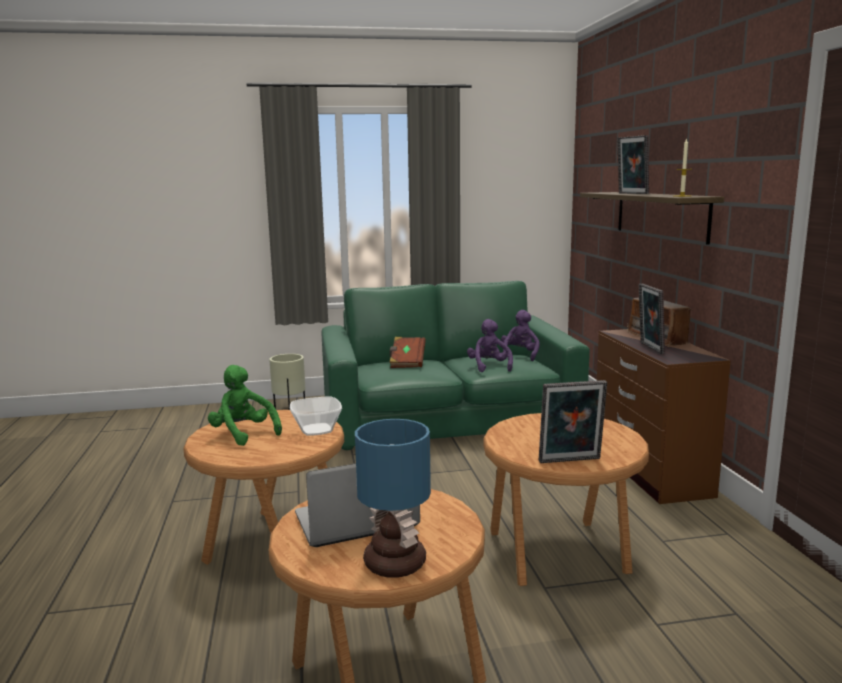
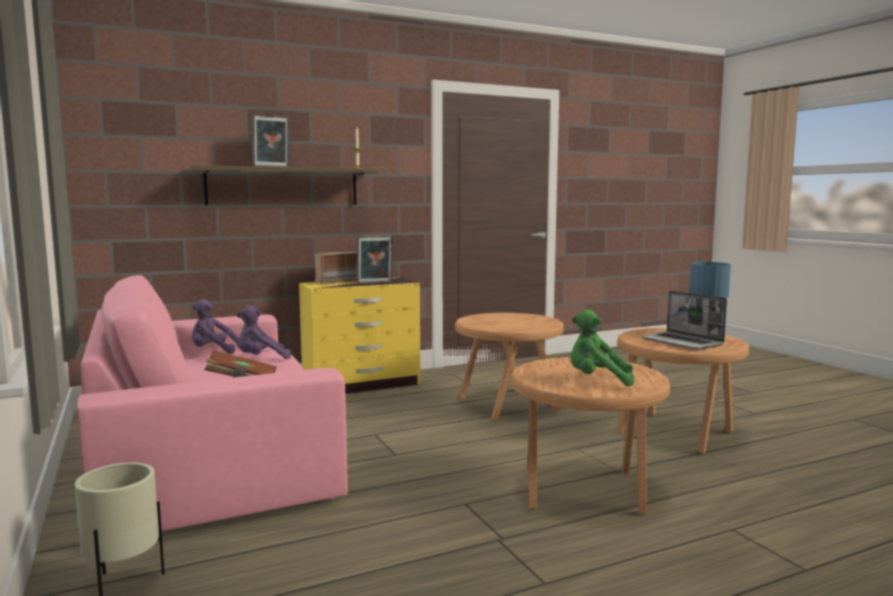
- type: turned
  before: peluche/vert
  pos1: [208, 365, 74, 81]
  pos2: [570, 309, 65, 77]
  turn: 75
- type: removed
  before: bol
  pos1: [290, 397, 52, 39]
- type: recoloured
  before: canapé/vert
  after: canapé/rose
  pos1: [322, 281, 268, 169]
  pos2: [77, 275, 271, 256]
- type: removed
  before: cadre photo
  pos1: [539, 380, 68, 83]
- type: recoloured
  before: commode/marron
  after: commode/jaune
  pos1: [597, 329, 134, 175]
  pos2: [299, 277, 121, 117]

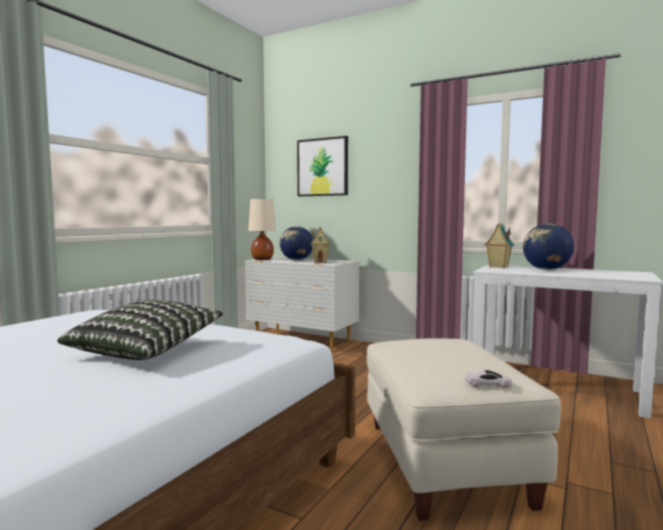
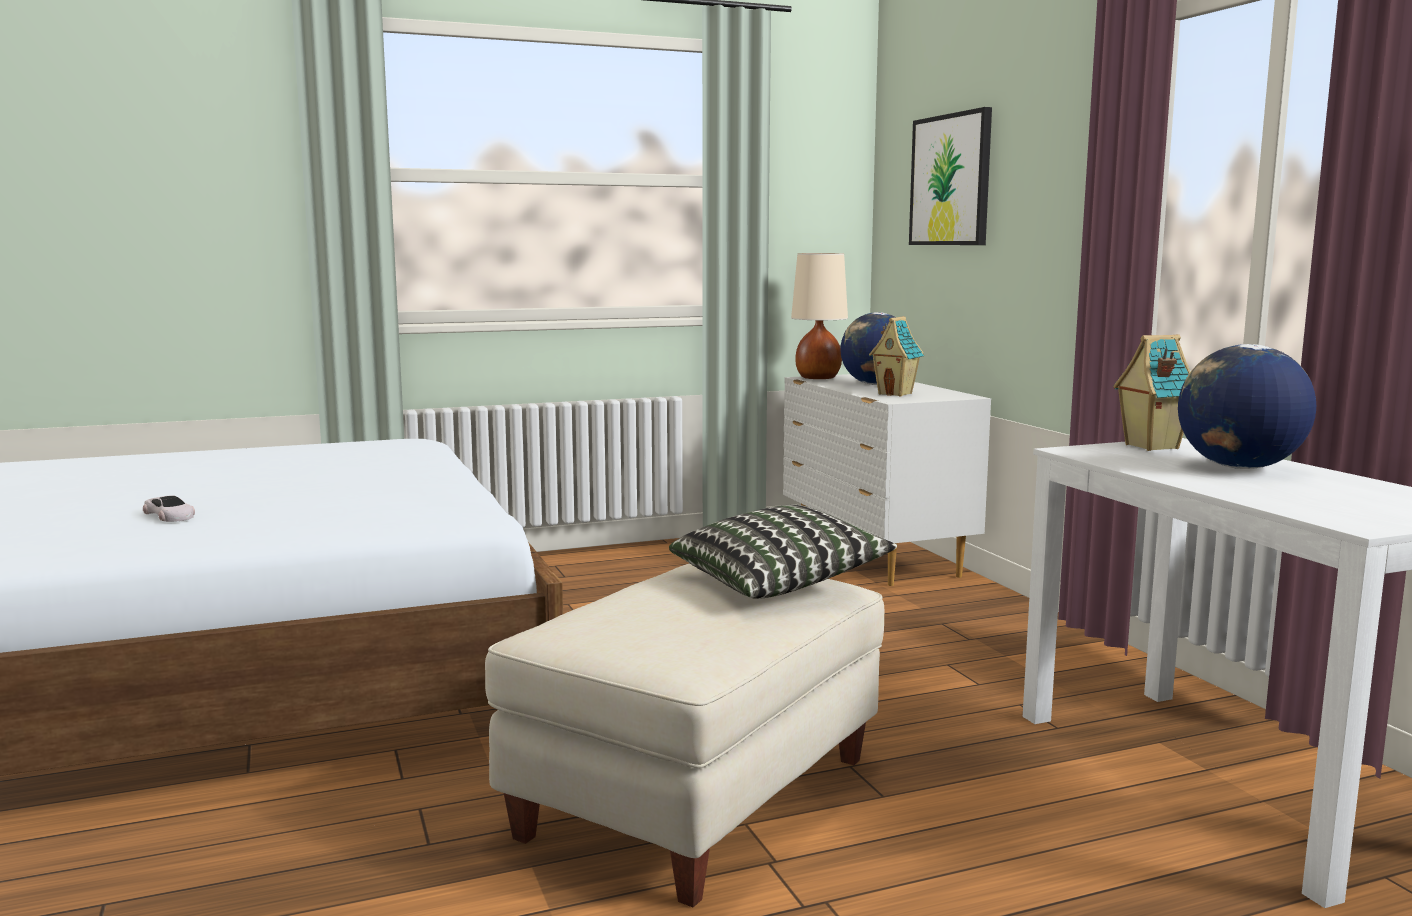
- type: moved
  before: coussin
  pos1: [57, 300, 166, 60]
  pos2: [669, 505, 228, 94]
- type: moved
  before: petite voiture/blanc
  pos1: [465, 370, 48, 18]
  pos2: [143, 495, 52, 27]

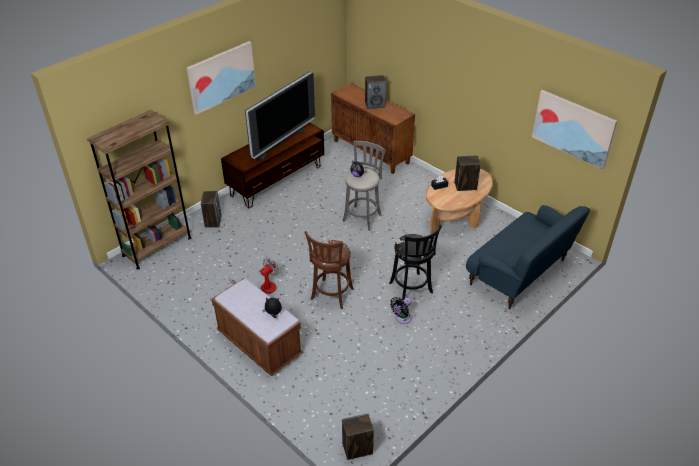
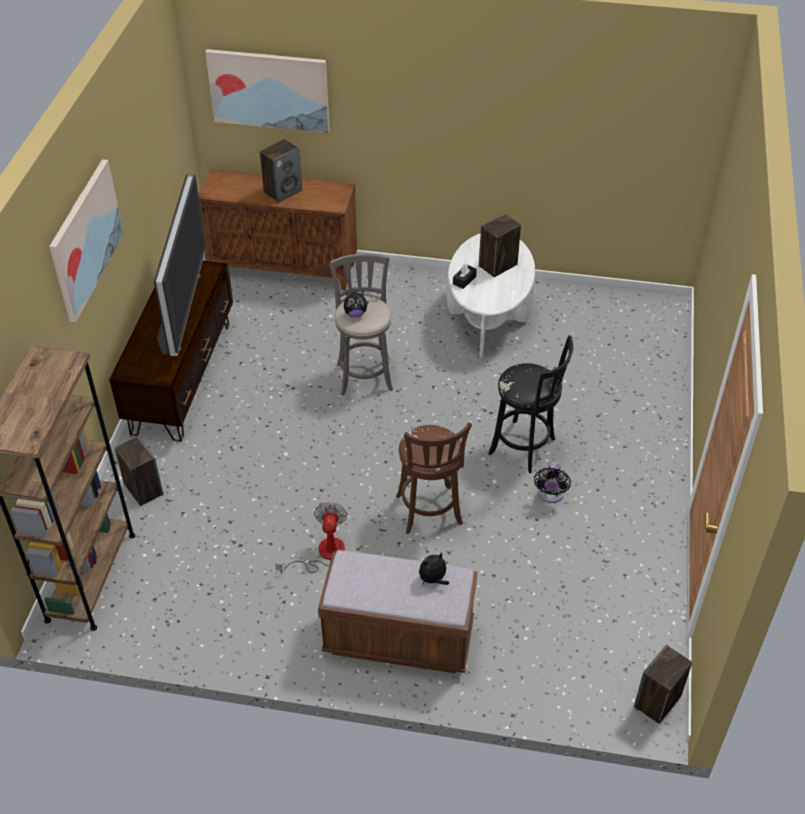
- type: recoloured
  before: table basse/marron
  after: table basse/blanc
  pos1: [426, 169, 67, 65]
  pos2: [447, 234, 88, 124]
- type: removed
  before: canapé/bleu
  pos1: [466, 205, 124, 104]
- type: moved
  before: tableau
  pos1: [532, 90, 85, 80]
  pos2: [205, 49, 125, 84]

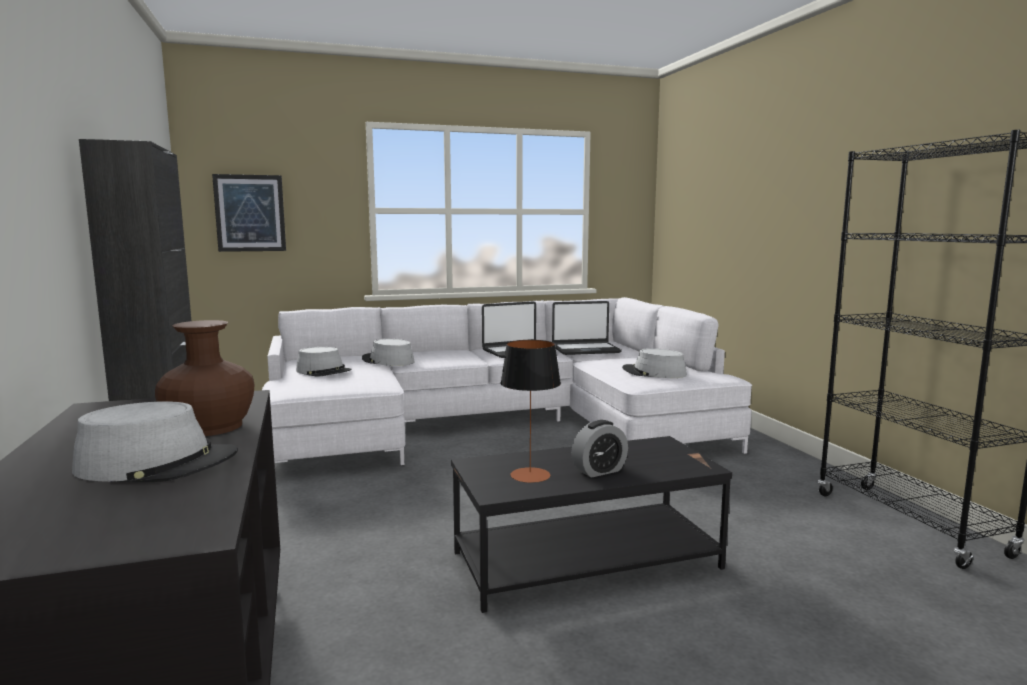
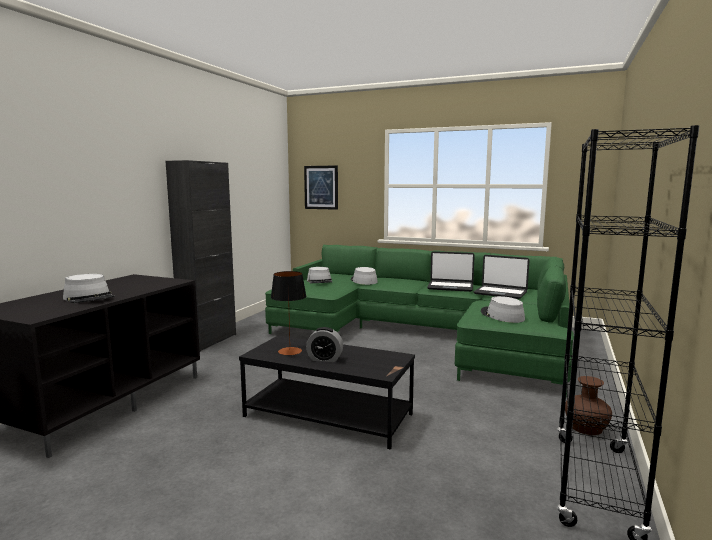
- type: moved
  before: vase/marron
  pos1: [155, 320, 100, 116]
  pos2: [565, 376, 47, 59]
- type: recoloured
  before: canapé/blanc
  after: canapé/vert
  pos1: [262, 297, 490, 168]
  pos2: [265, 245, 309, 153]

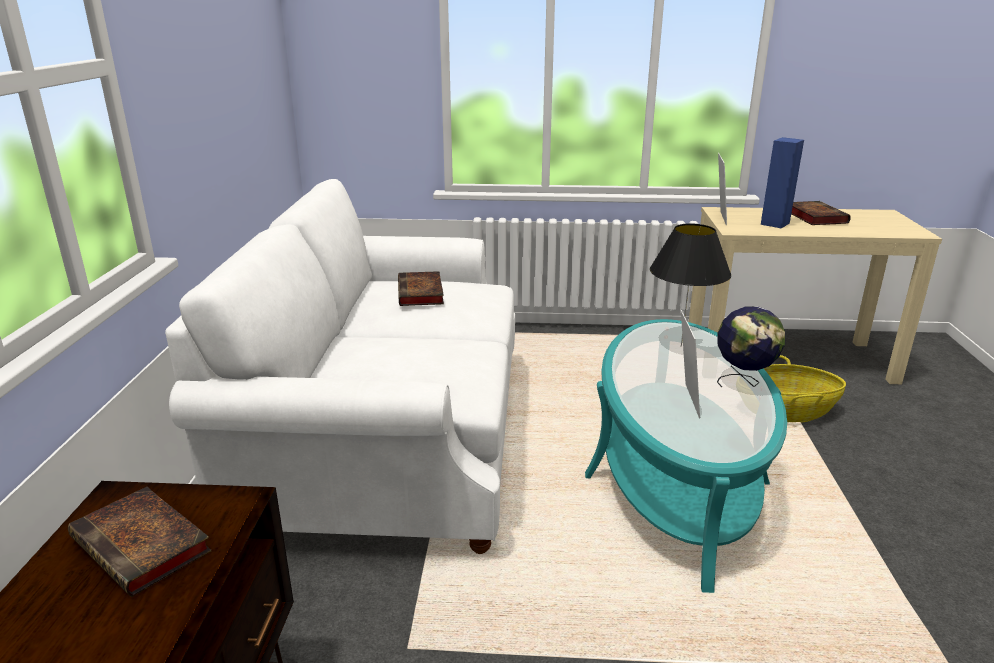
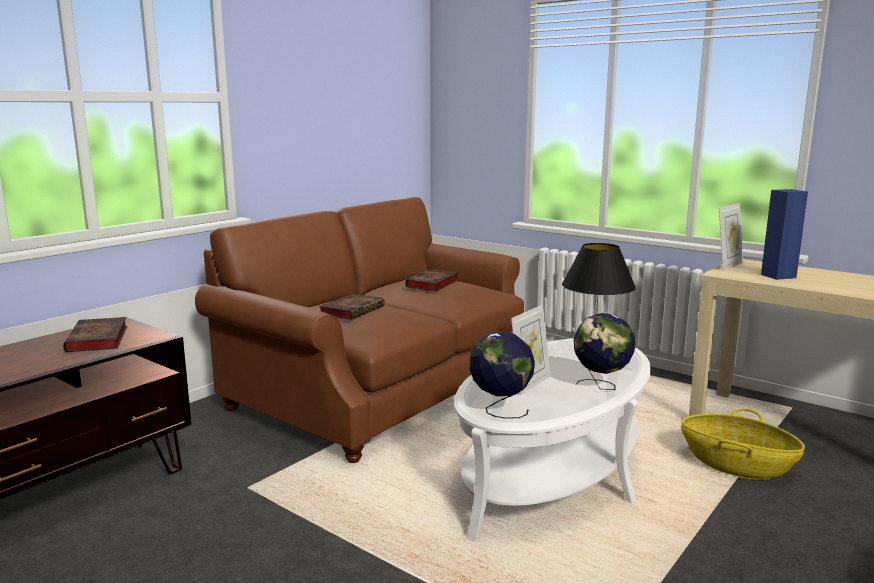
- type: recoloured
  before: canapé/blanc
  after: canapé/marron
  pos1: [165, 179, 350, 375]
  pos2: [195, 197, 329, 266]
- type: recoloured
  before: table basse/turquoise
  after: table basse/blanc
  pos1: [585, 319, 202, 274]
  pos2: [454, 338, 197, 204]
- type: moved
  before: livre
  pos1: [791, 201, 60, 24]
  pos2: [318, 294, 66, 26]
- type: added
  after: globe
  pos2: [470, 331, 65, 88]

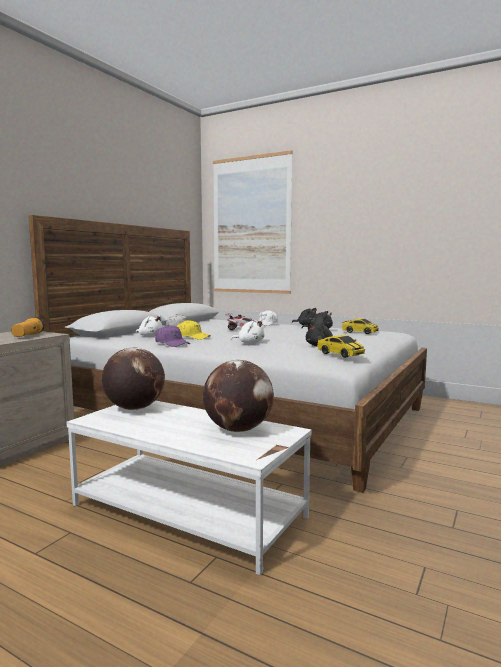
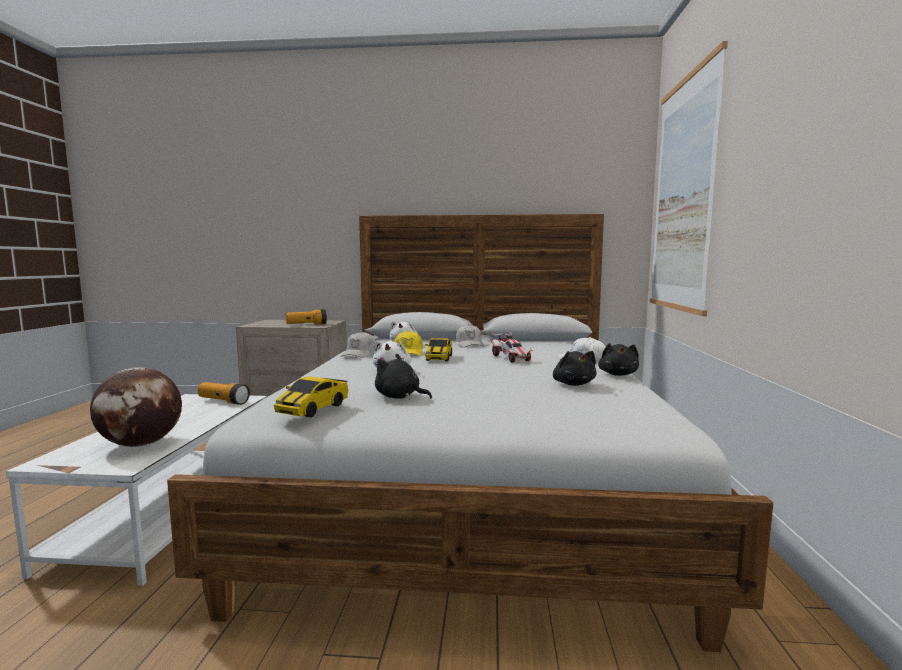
- type: replaced
  before: globe
  after: lampe de poche
  pos1: [102, 347, 63, 63]
  pos2: [198, 382, 52, 23]
- type: recoloured
  before: casquette/violet
  after: casquette/blanc
  pos1: [155, 325, 35, 22]
  pos2: [341, 331, 35, 27]
- type: moved
  before: petite voiture
  pos1: [342, 318, 37, 16]
  pos2: [425, 338, 27, 23]

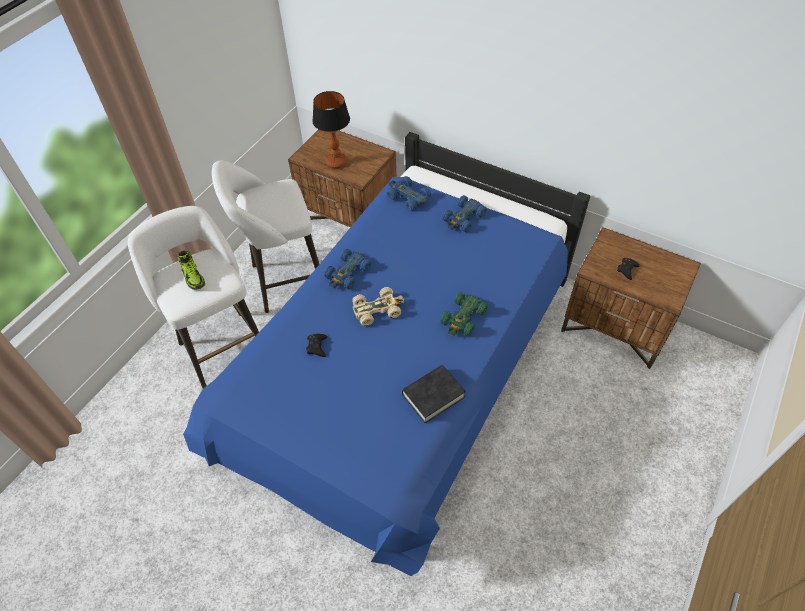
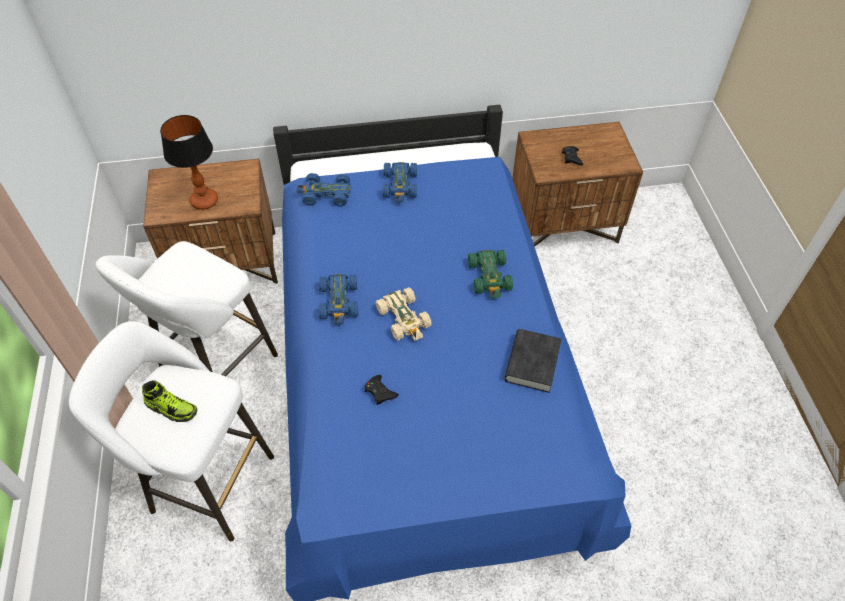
- type: turned
  before: petite voiture/beige
  pos1: [352, 287, 52, 39]
  pos2: [376, 287, 56, 53]
  turn: 120

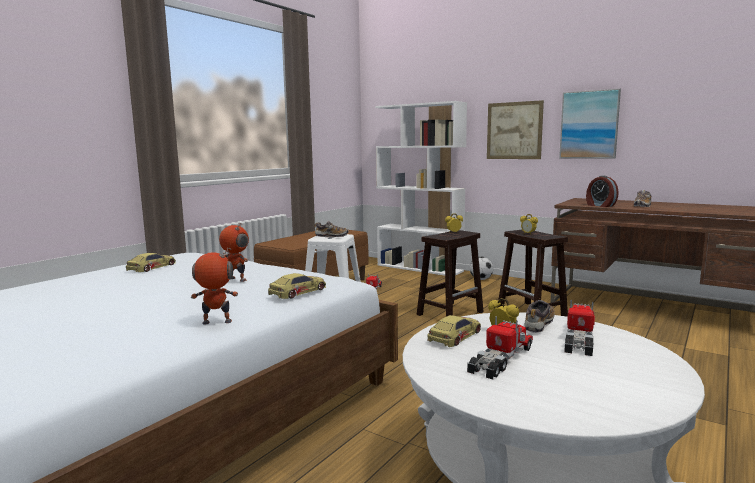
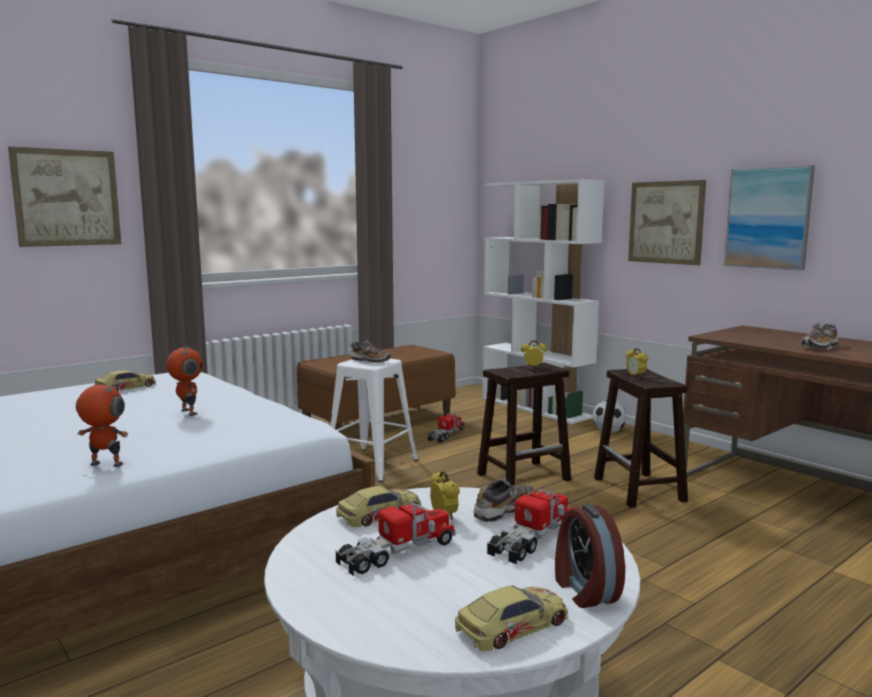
- type: moved
  before: petite voiture
  pos1: [268, 273, 58, 26]
  pos2: [455, 585, 113, 66]
- type: moved
  before: réveil
  pos1: [586, 176, 33, 31]
  pos2: [555, 504, 70, 104]
- type: added
  after: tableau
  pos2: [8, 147, 113, 100]

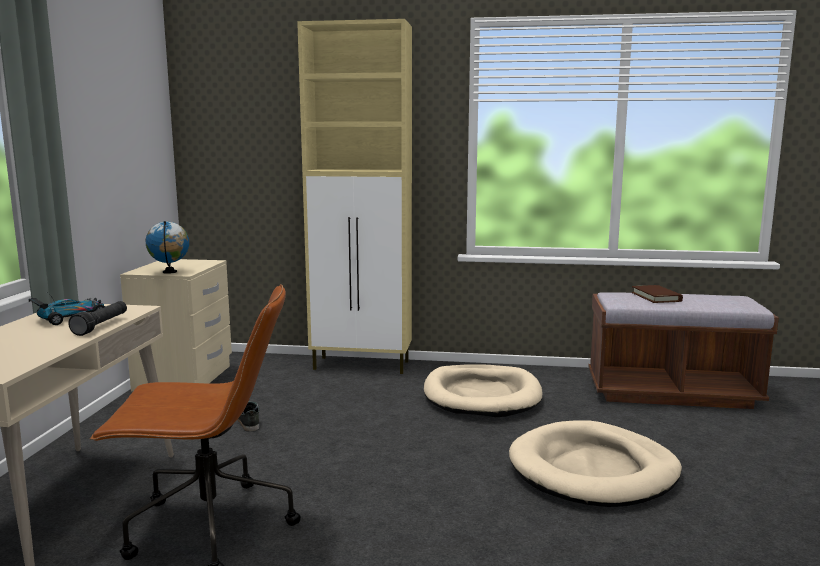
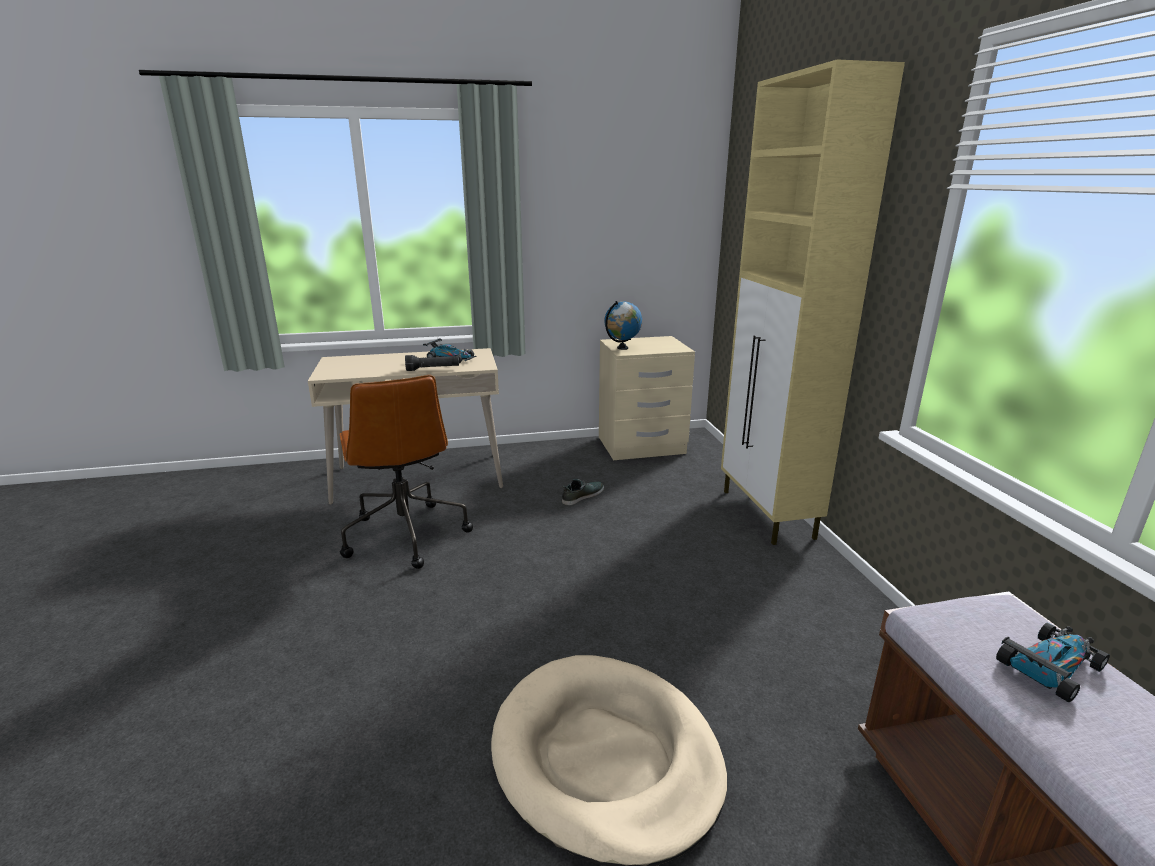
- type: removed
  before: panier pour chien/beige
  pos1: [424, 364, 119, 53]
- type: replaced
  before: livre/marron
  after: petite voiture
  pos1: [631, 285, 52, 18]
  pos2: [996, 623, 114, 79]

